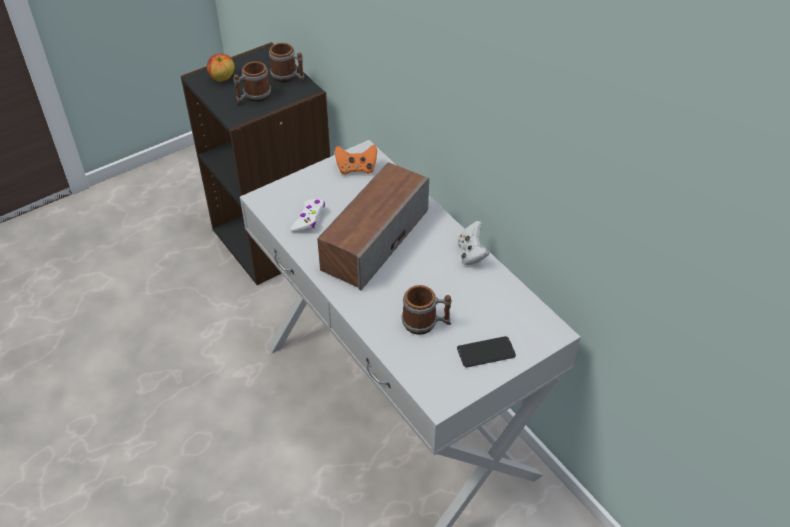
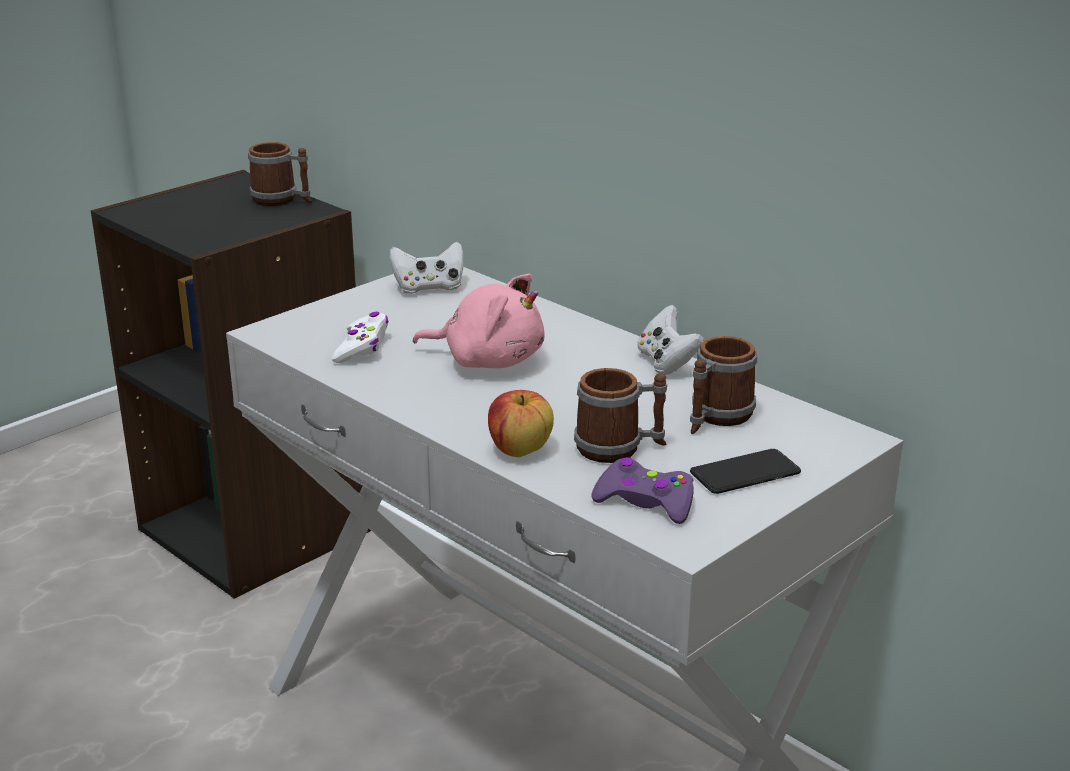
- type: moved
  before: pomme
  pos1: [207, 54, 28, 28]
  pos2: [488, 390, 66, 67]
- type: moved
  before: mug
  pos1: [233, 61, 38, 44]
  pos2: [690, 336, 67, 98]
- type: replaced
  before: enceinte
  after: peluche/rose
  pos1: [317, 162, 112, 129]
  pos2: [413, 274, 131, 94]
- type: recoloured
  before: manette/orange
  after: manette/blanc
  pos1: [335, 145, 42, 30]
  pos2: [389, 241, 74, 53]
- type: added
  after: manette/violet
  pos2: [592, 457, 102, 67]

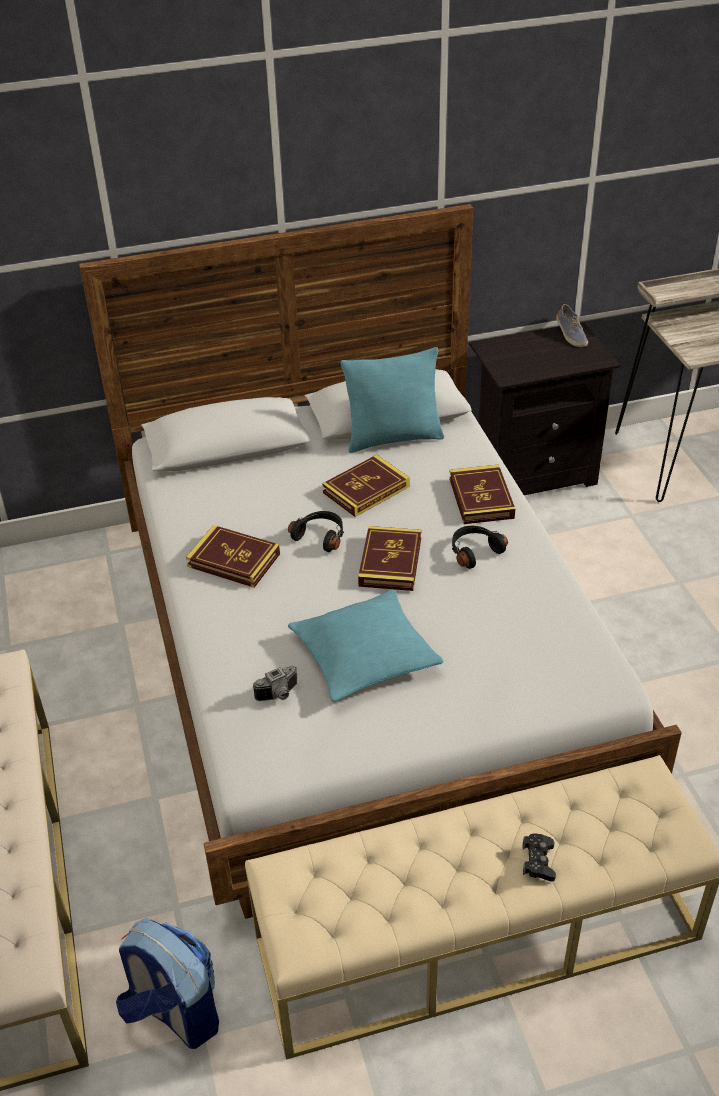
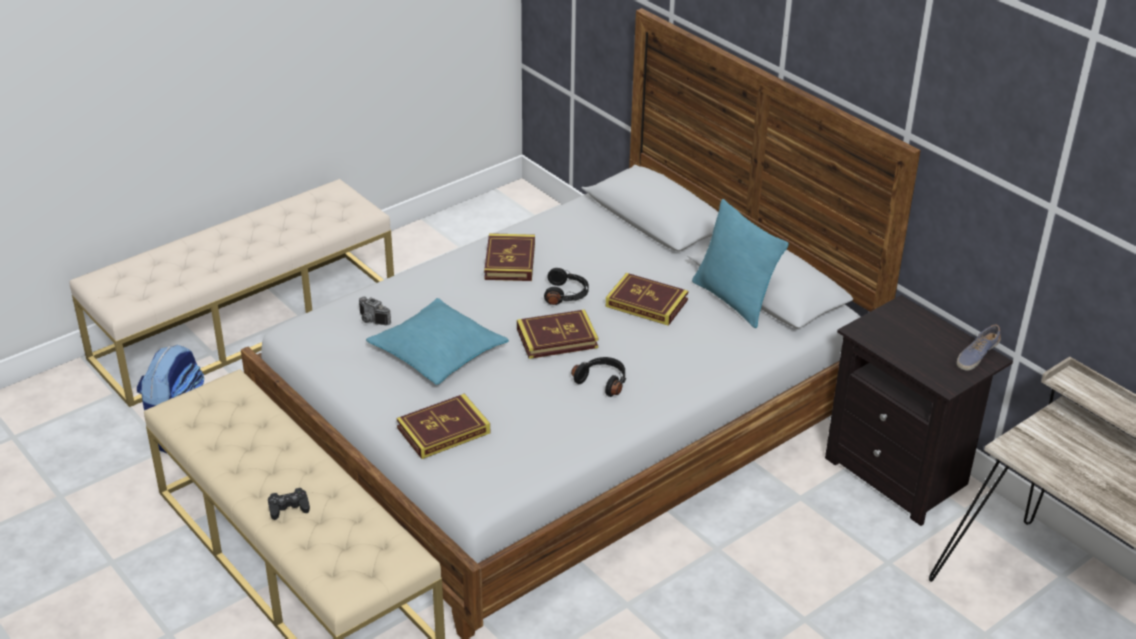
- type: moved
  before: livre
  pos1: [449, 465, 66, 59]
  pos2: [397, 393, 93, 66]

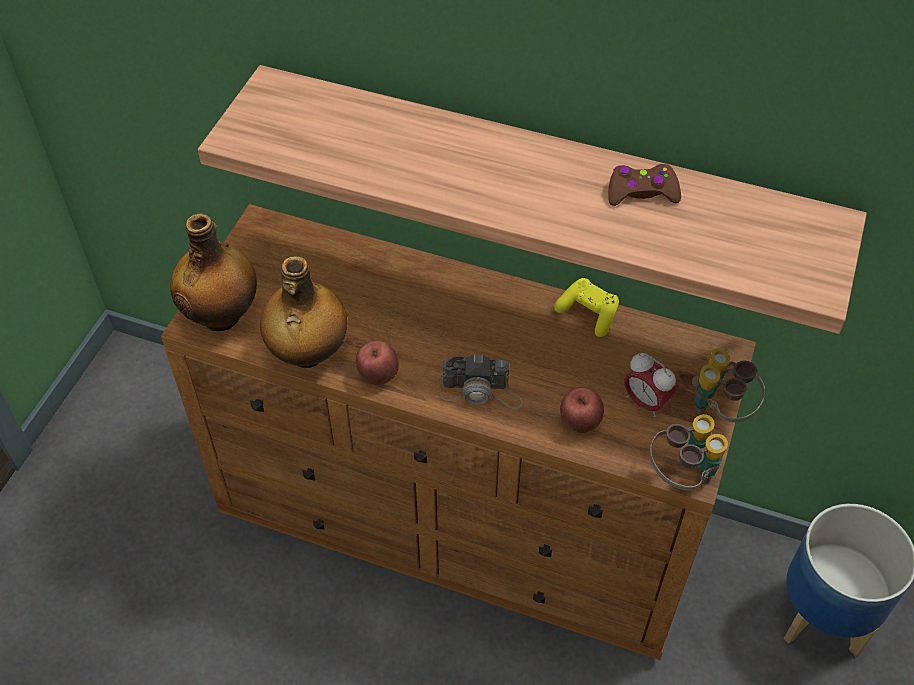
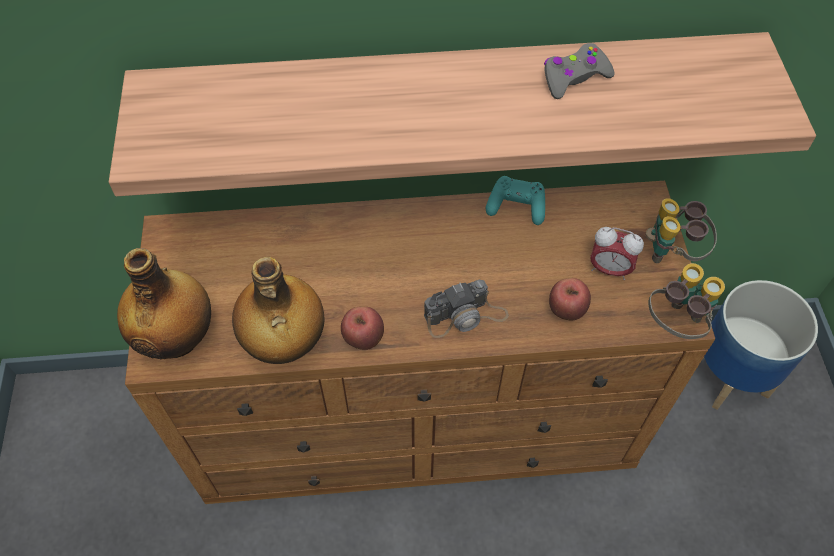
- type: recoloured
  before: manette/jaune
  after: manette/turquoise
  pos1: [554, 278, 65, 59]
  pos2: [486, 176, 59, 49]
- type: recoloured
  before: manette/marron
  after: manette/gris
  pos1: [608, 164, 73, 42]
  pos2: [544, 43, 71, 56]

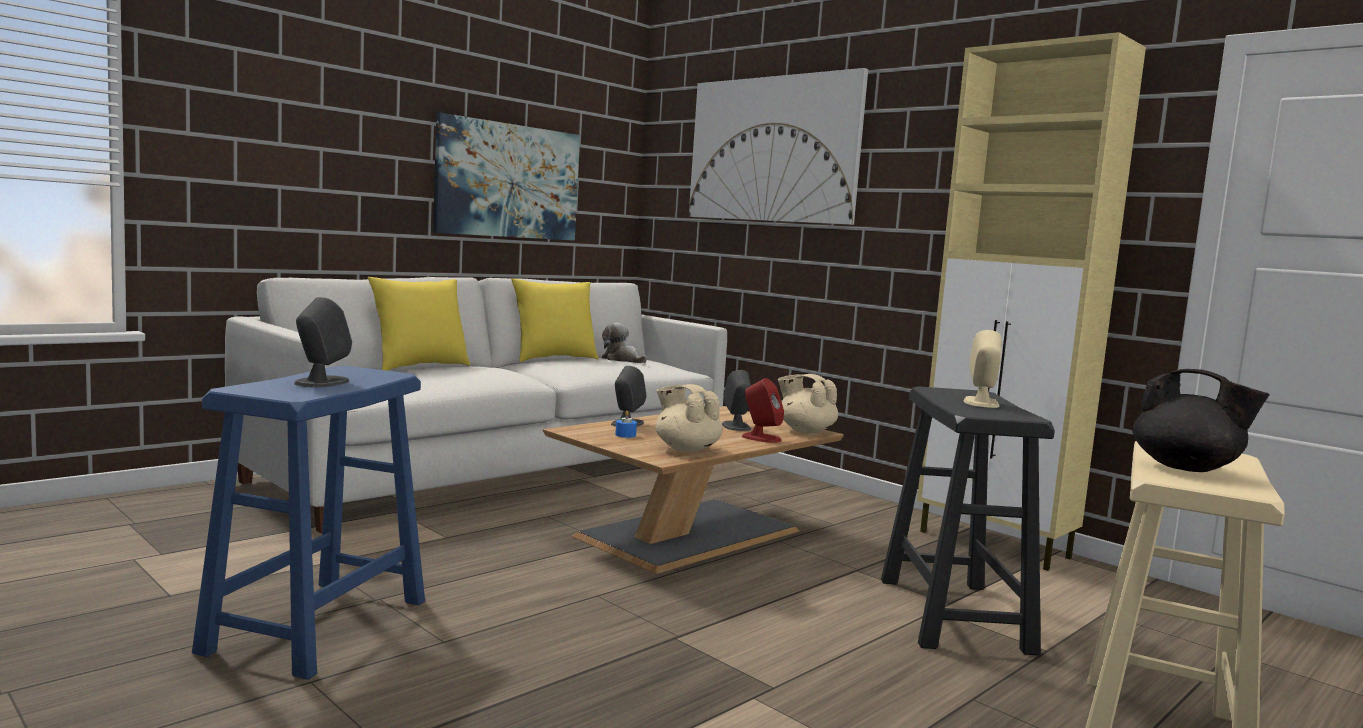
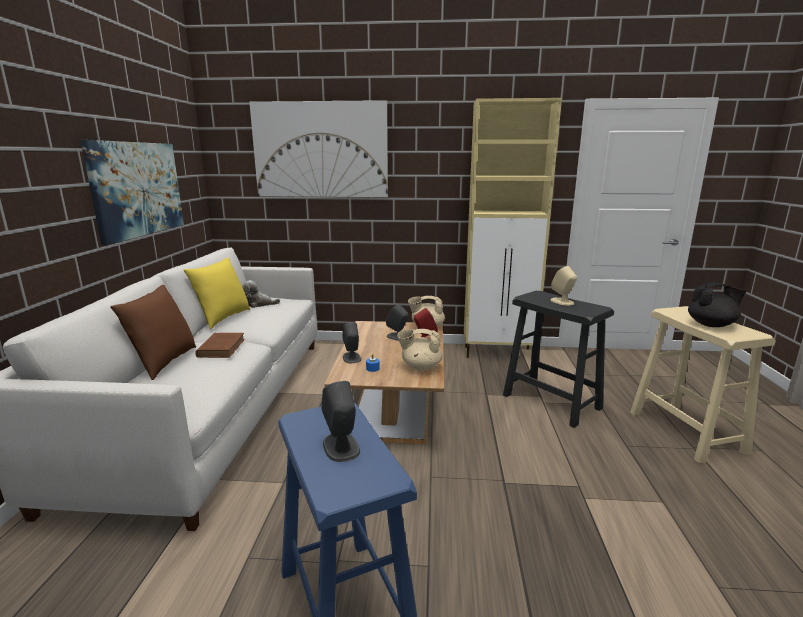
- type: recoloured
  before: coussin/jaune
  after: coussin/marron
  pos1: [368, 277, 102, 94]
  pos2: [110, 285, 86, 95]
- type: added
  after: livre/marron
  pos2: [195, 333, 50, 25]

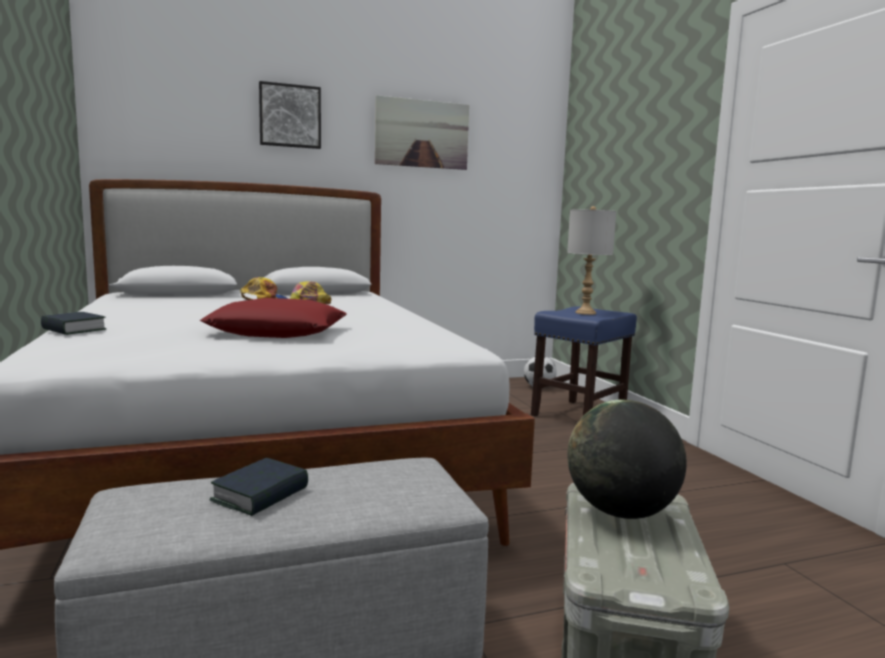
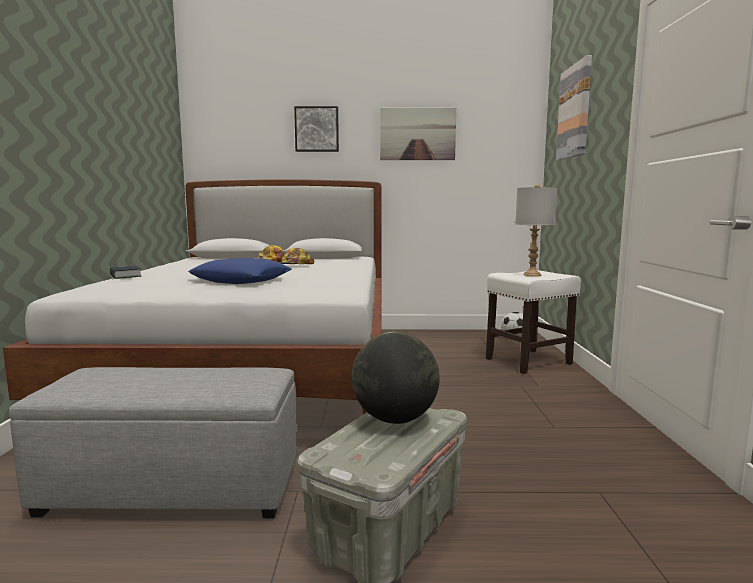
- type: recoloured
  before: coussin/rouge
  after: coussin/bleu
  pos1: [200, 298, 147, 40]
  pos2: [188, 258, 104, 26]
- type: removed
  before: livre
  pos1: [209, 458, 99, 58]
- type: recoloured
  before: tabouret/bleu
  after: tabouret/blanc
  pos1: [531, 306, 106, 110]
  pos2: [486, 270, 95, 104]
- type: added
  after: tableau
  pos2: [556, 55, 36, 106]

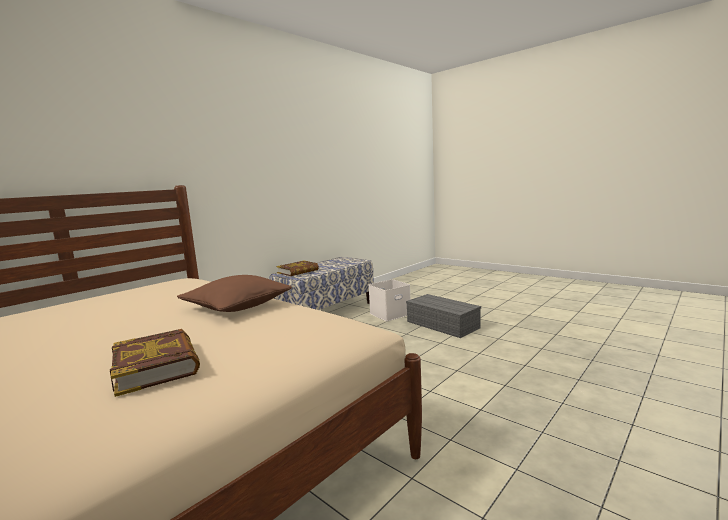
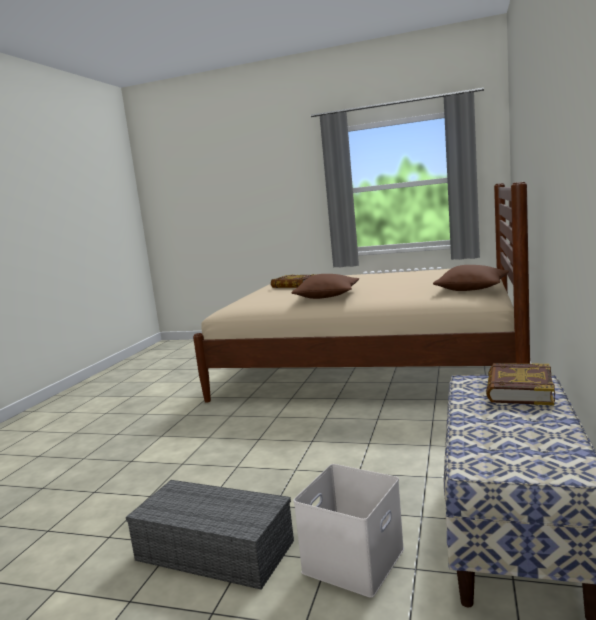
- type: added
  after: coussin/marron
  pos2: [433, 265, 76, 26]

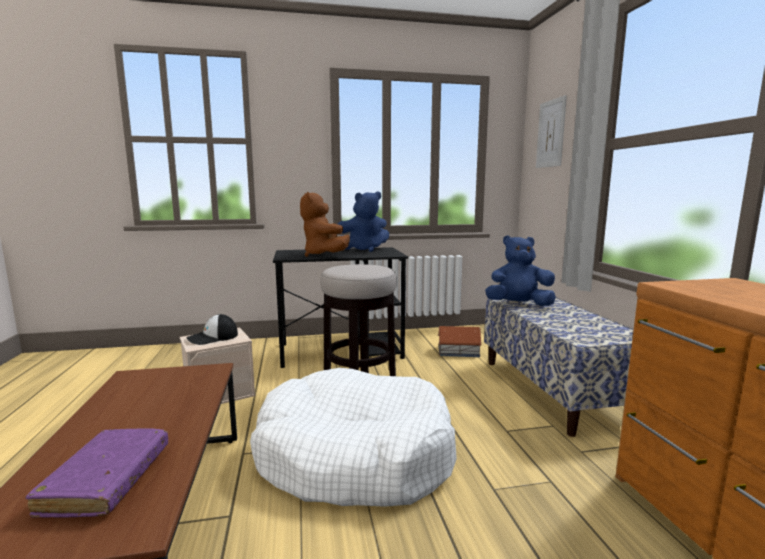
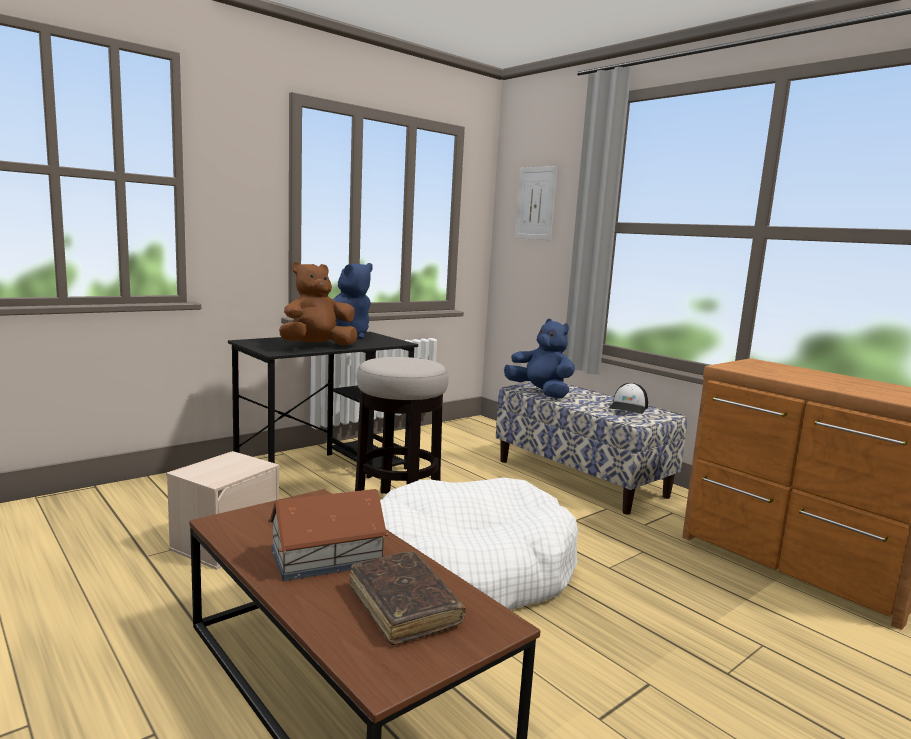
- type: recoloured
  before: livre/violet
  after: livre/marron
  pos1: [25, 428, 143, 89]
  pos2: [349, 552, 116, 93]
- type: moved
  before: casquette
  pos1: [187, 314, 51, 31]
  pos2: [609, 383, 39, 31]
- type: turned
  before: peluche/marron
  pos1: [300, 192, 50, 65]
  pos2: [279, 262, 78, 84]
  turn: 105
- type: moved
  before: maison miniature
  pos1: [438, 326, 44, 31]
  pos2: [268, 489, 120, 92]
- type: turned
  before: peluche/bleu
  pos1: [485, 235, 71, 71]
  pos2: [504, 319, 71, 79]
  turn: 75

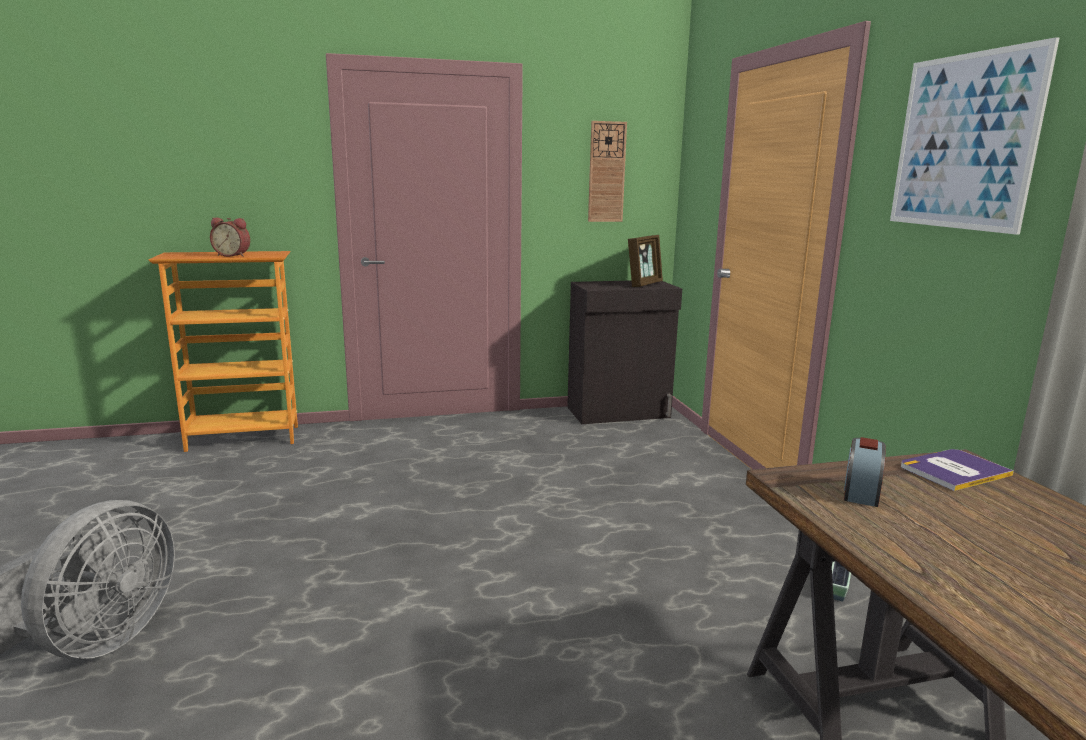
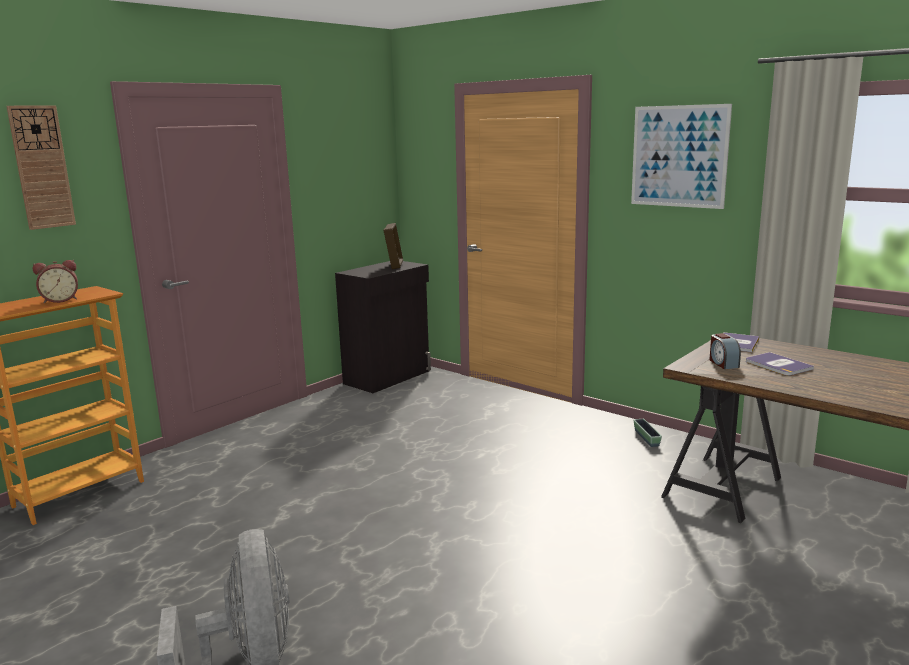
- type: moved
  before: horloge murale
  pos1: [588, 121, 39, 101]
  pos2: [6, 106, 70, 124]
- type: added
  after: livre
  pos2: [746, 352, 68, 24]

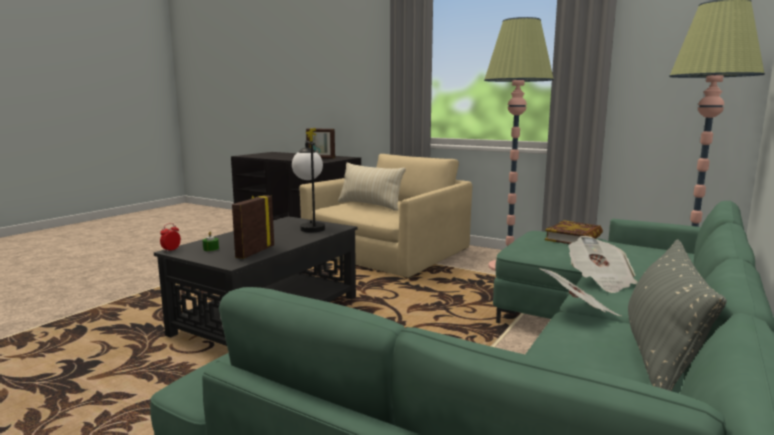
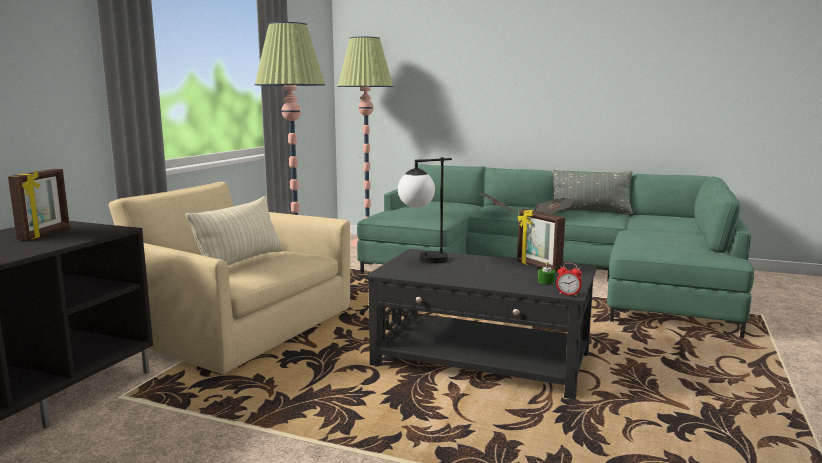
- type: turned
  before: cadre photo
  pos1: [232, 195, 42, 64]
  pos2: [517, 209, 48, 64]
  turn: 45
- type: removed
  before: livre
  pos1: [545, 220, 58, 24]

